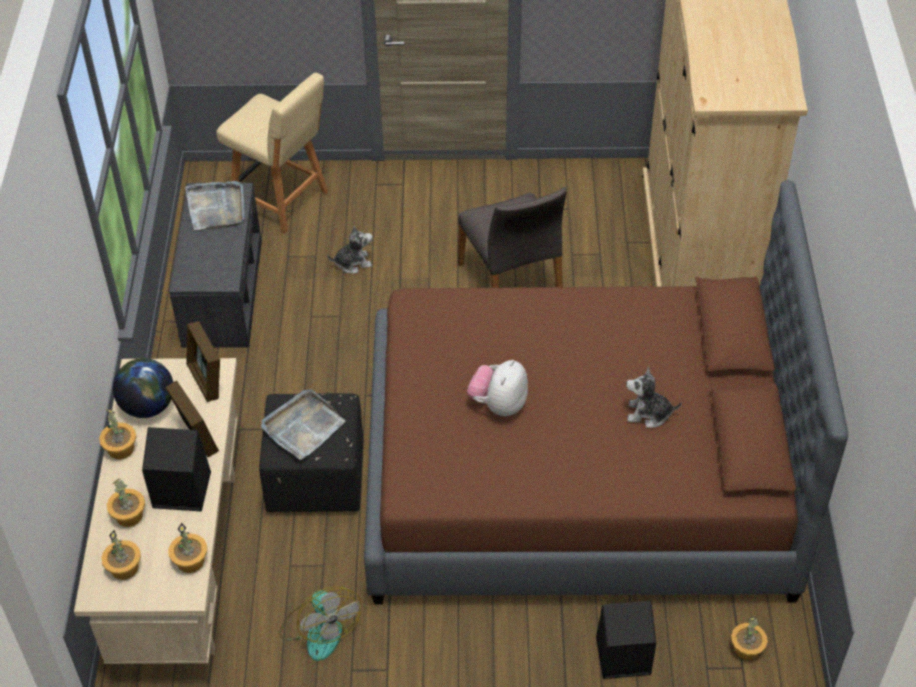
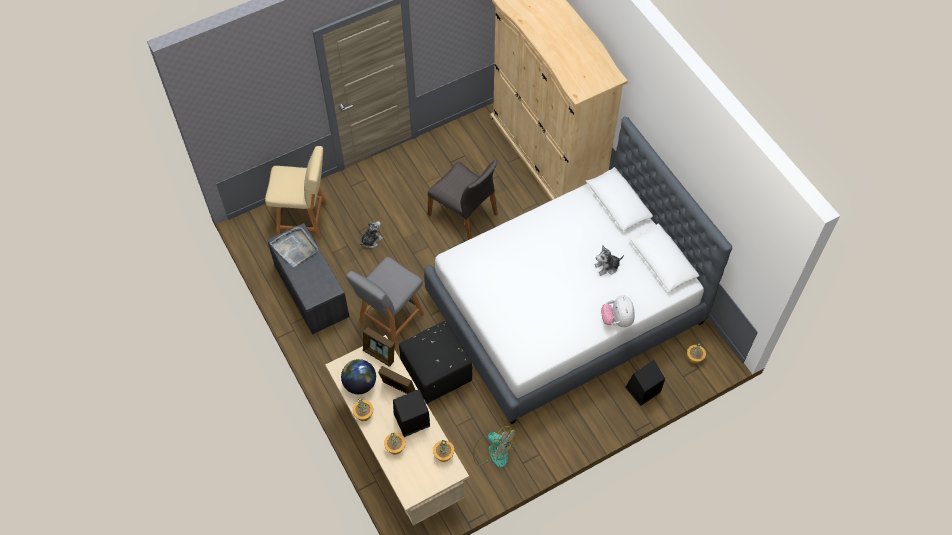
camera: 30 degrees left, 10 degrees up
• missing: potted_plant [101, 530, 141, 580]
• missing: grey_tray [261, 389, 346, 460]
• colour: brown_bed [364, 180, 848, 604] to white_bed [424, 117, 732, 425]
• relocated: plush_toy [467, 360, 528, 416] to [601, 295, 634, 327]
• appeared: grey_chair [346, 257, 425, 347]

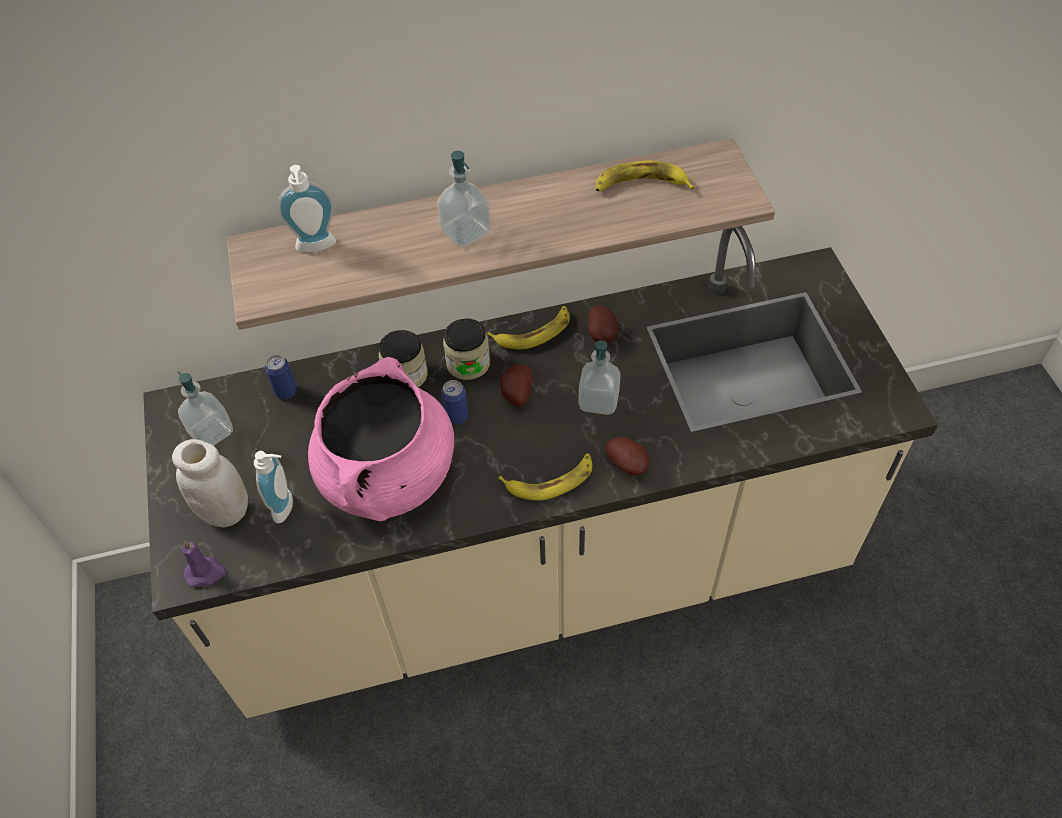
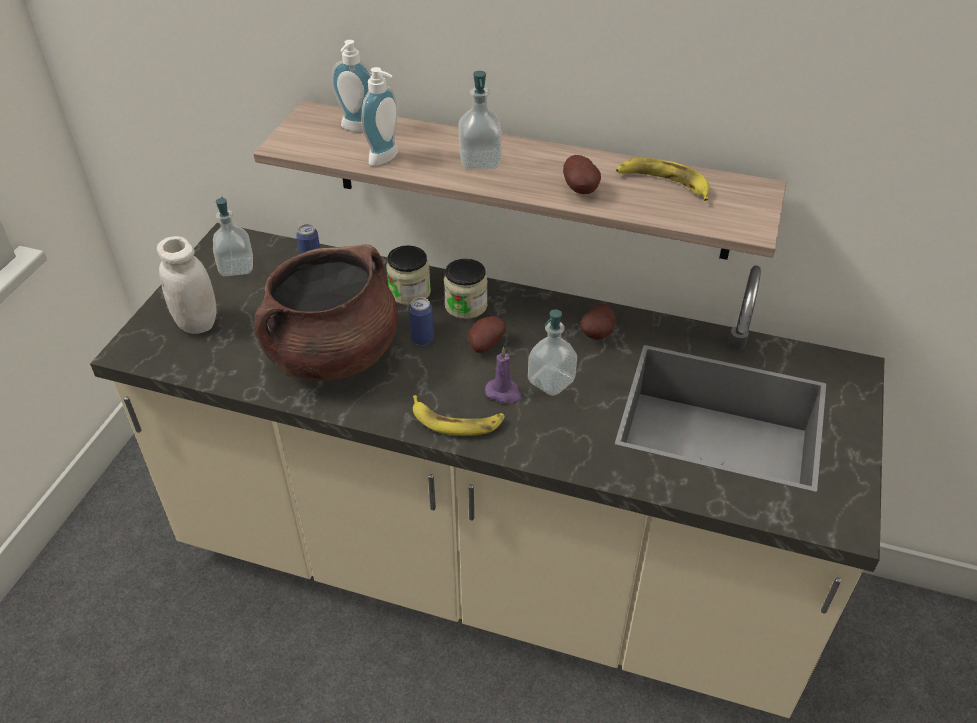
camera: 30 degrees right, 10 degrees down
• relocated: purple_candle [181, 540, 227, 587] to [485, 347, 522, 403]
• relocated: soap_dispenser [254, 451, 293, 524] to [361, 67, 398, 166]
• colour: pink_cooking_pot [308, 357, 454, 521] to brown_cooking_pot [255, 244, 398, 381]
• missing: banana [487, 306, 570, 349]
• relocated: potato [605, 437, 650, 476] to [563, 155, 601, 194]

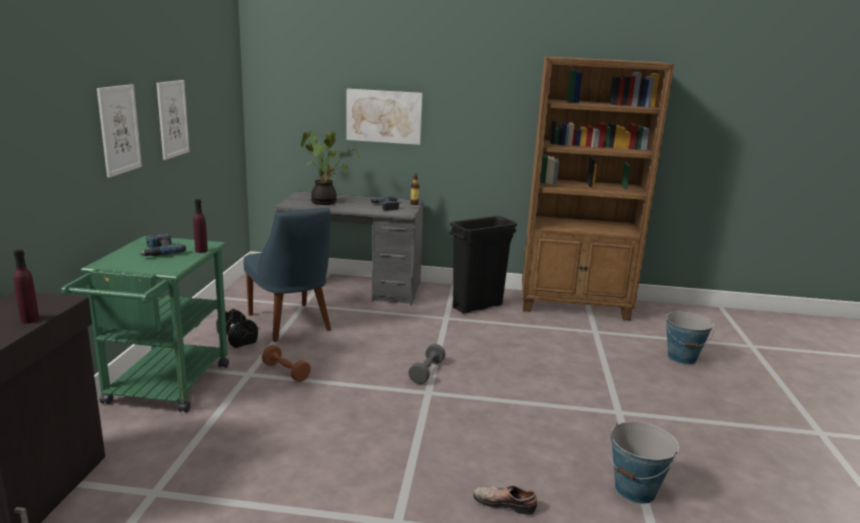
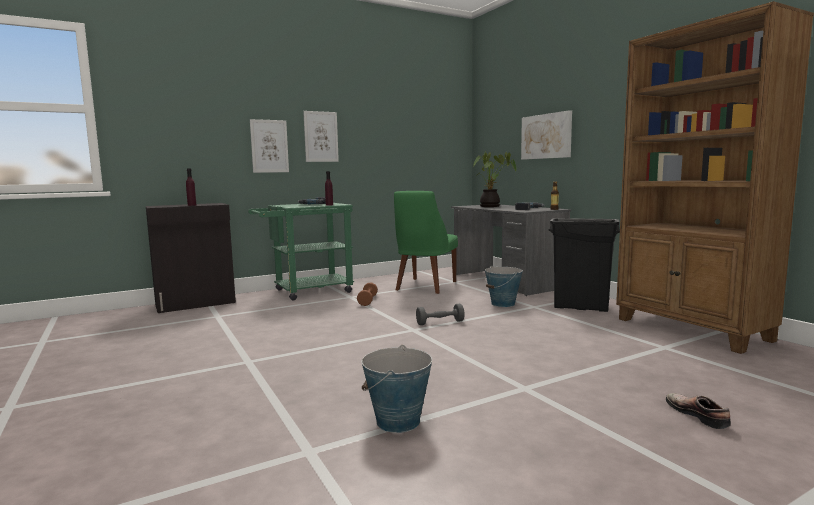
camera: 55 degrees right, 10 degrees down
• relocated: picture [156, 80, 190, 160] to [250, 119, 289, 173]
• missing: black_dumbbell [216, 309, 258, 348]
• colour: blue_chair [244, 208, 331, 342] to green_chair [394, 191, 458, 294]
• relocated: shoe [473, 486, 537, 515] to [666, 393, 731, 429]
• relocated: bucket [666, 311, 714, 365] to [484, 266, 523, 307]

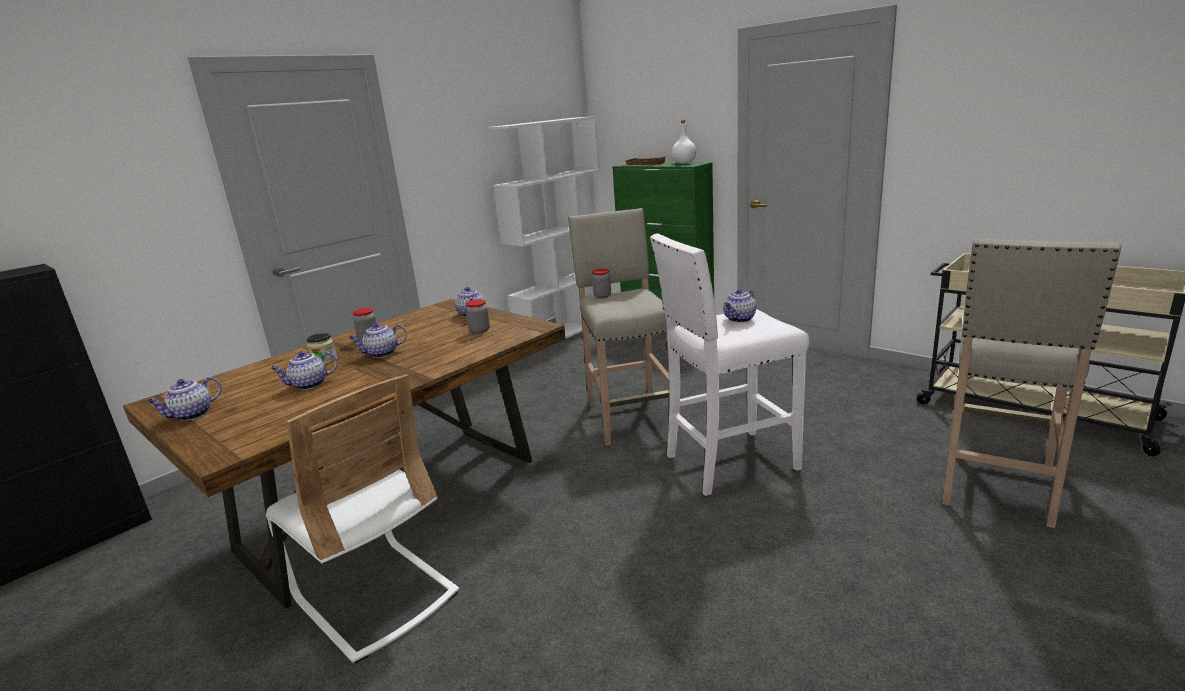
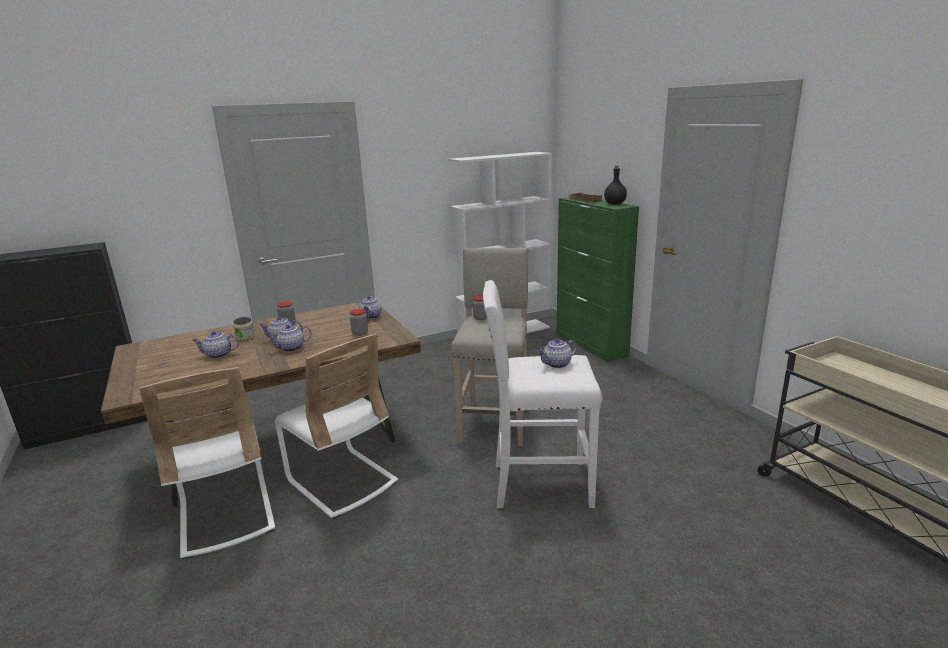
camera: 20 degrees right, 0 degrees up
• relocated: teapot [147, 377, 222, 421] to [267, 324, 312, 352]
• colour: white_bottle [672, 120, 696, 164] to black_bottle [604, 165, 627, 205]
• missing: beige_stool [942, 238, 1122, 528]
• appeared: white_chair [275, 334, 398, 519]

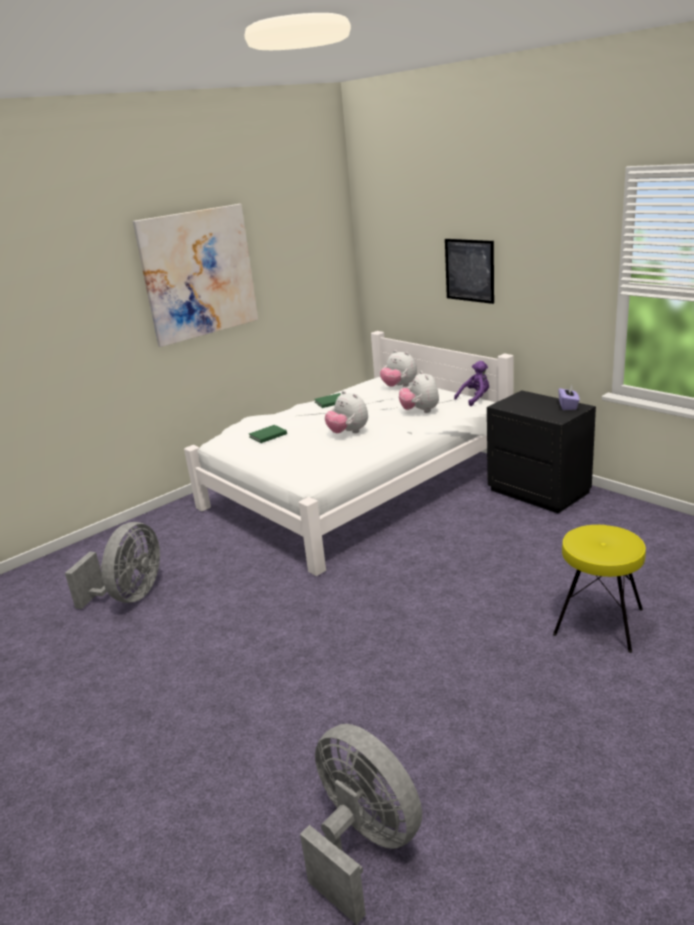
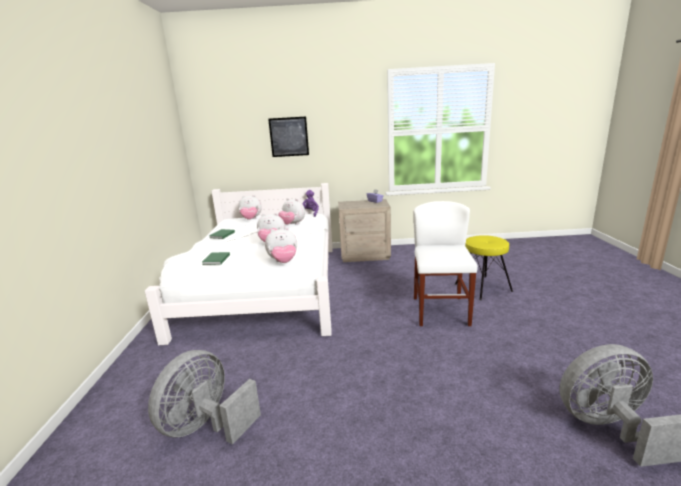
camera: 50 degrees left, 5 degrees down
• spun: grey_fan [65, 522, 160, 609] = [148, 350, 261, 445] 120 degrees counterclockwise
• missing: picture [133, 204, 258, 347]
• colour: black_nightstand [487, 390, 596, 514] to beige_nightstand [338, 199, 391, 262]
• appeared: plush_toy [265, 227, 297, 263]
• appeared: white_chair [413, 201, 478, 326]

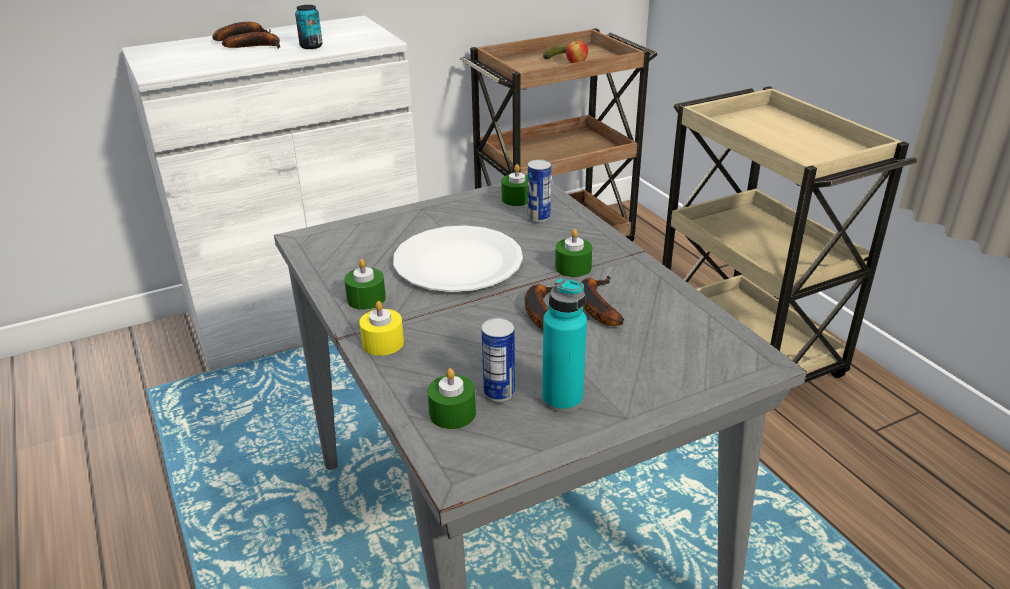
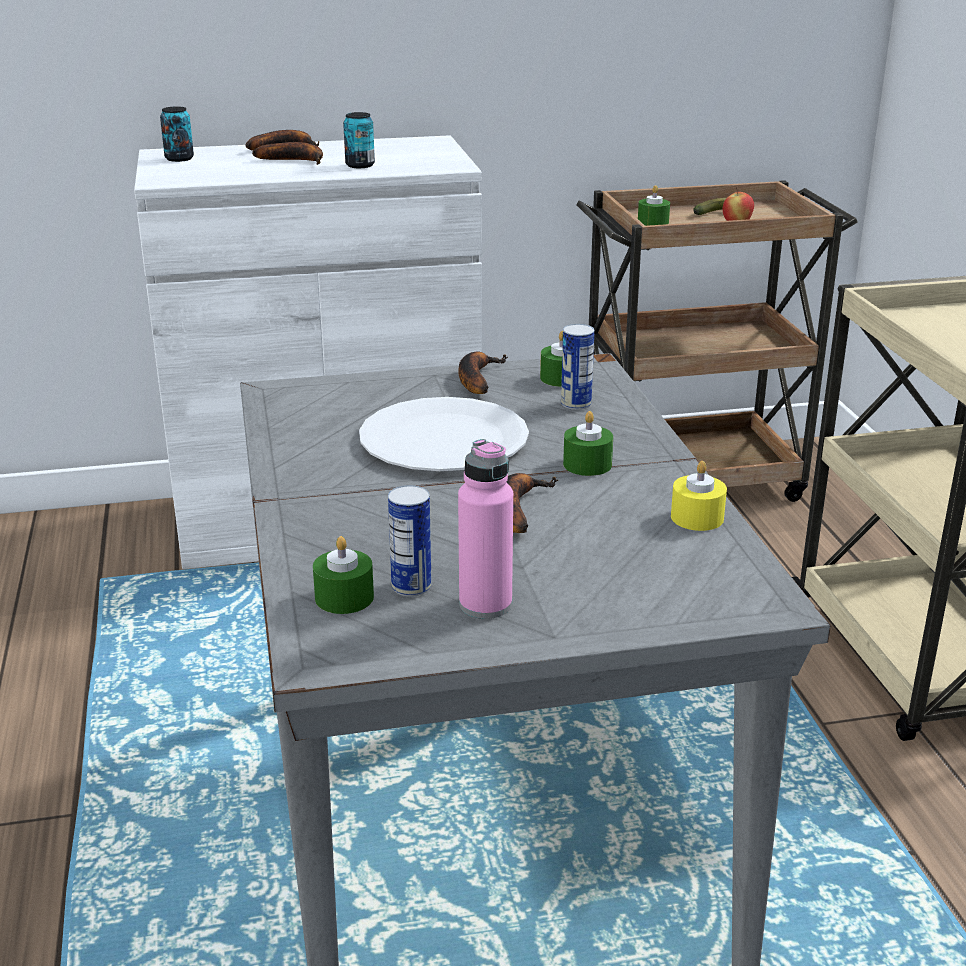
camera: 15 degrees right, 5 degrees down
• relocated: green_candle [344, 259, 386, 310] to [638, 185, 670, 226]
• relocated: yellow_candle [359, 301, 404, 356] to [671, 461, 727, 531]
• colour: turquoise_bottle [542, 278, 587, 413] to pink_bottle [458, 439, 513, 619]
• relocated: banana [581, 276, 624, 326] to [458, 352, 508, 394]
• appeared: can [160, 106, 194, 162]

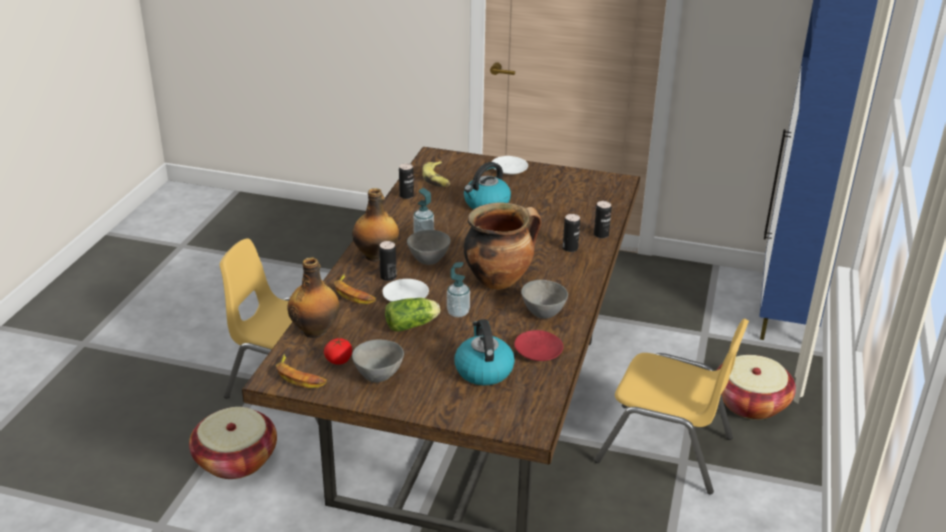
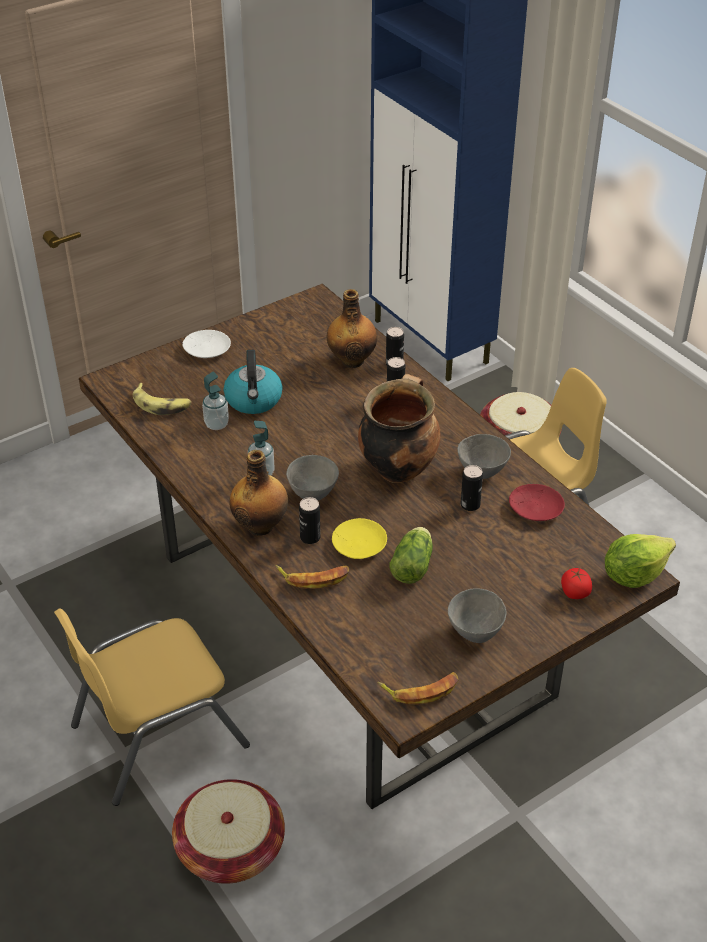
camera: 50 degrees left, 10 degrees up
• relocated: bottle [287, 257, 340, 338] to [327, 289, 377, 368]
• relocated: tomato [324, 338, 352, 365] to [561, 568, 592, 599]
• colour: white_plate [382, 279, 429, 301] to yellow_plate [332, 518, 387, 559]
• relocated: can [399, 163, 414, 199] to [460, 465, 483, 511]
• relocated: soap_dispenser [447, 262, 470, 318] to [202, 372, 229, 430]
• missing: kettle [454, 319, 515, 385]
• appeared: lettuce [605, 534, 676, 588]

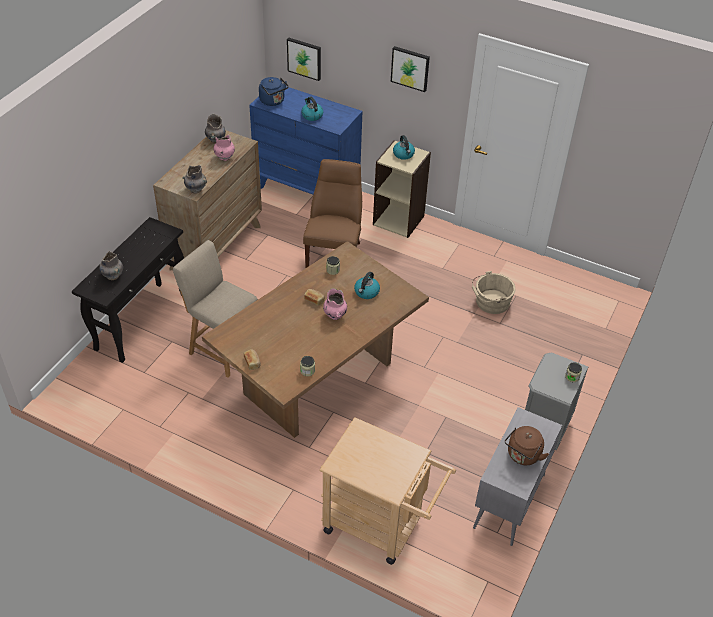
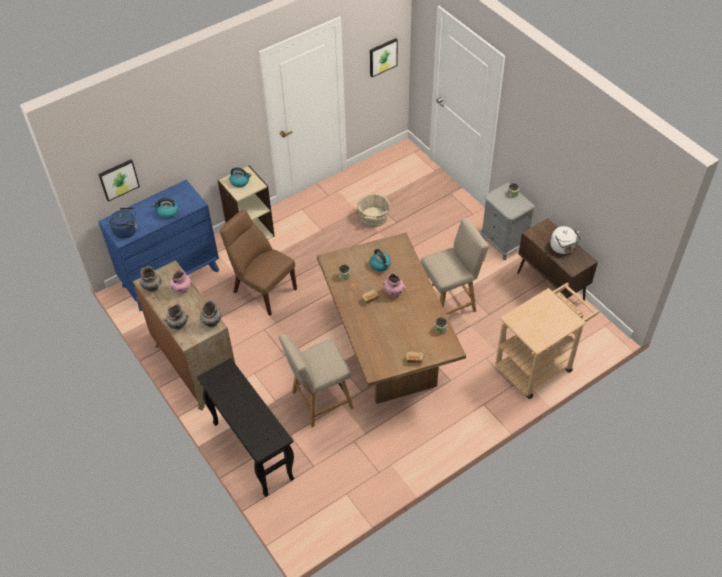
camera: 60 degrees left, 5 degrees up
• relocated: grey_vase [99, 251, 123, 280] to [164, 304, 189, 330]
• relocated: picture [391, 46, 430, 92] to [370, 38, 398, 77]
• colour: grey_cabinet [473, 407, 562, 546] to brown_cabinet [517, 218, 598, 301]
• colour: brown_kettle [505, 426, 549, 465] to white_kettle [550, 226, 581, 254]
• appeared: beige_chair [421, 217, 489, 315]

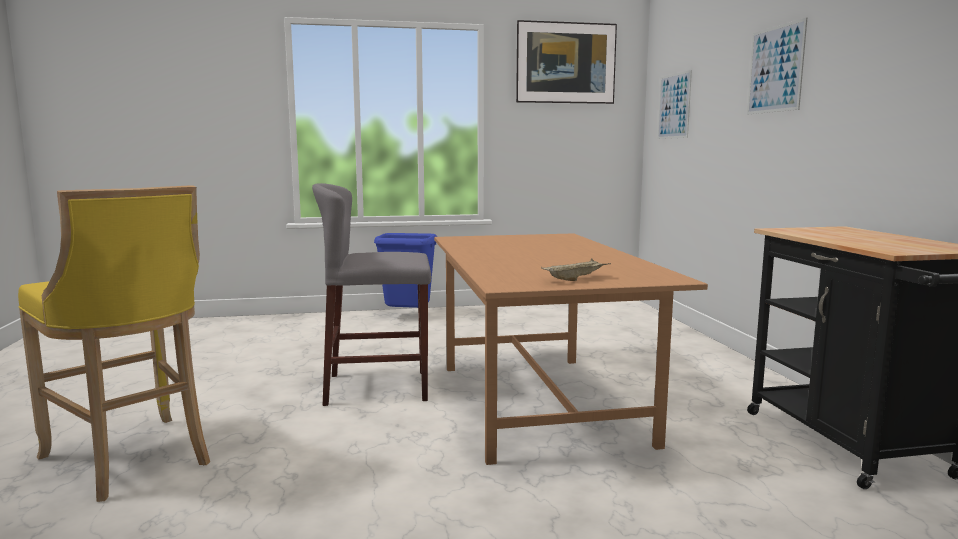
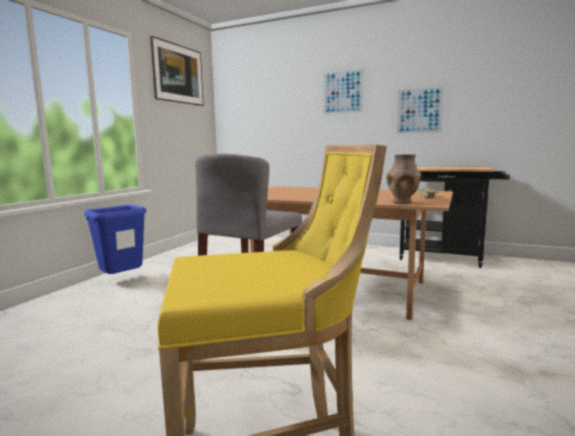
camera: 55 degrees left, 0 degrees up
• relocated: picture [658, 70, 692, 139] to [396, 85, 445, 135]
• appeared: brown_vase [386, 154, 421, 204]

